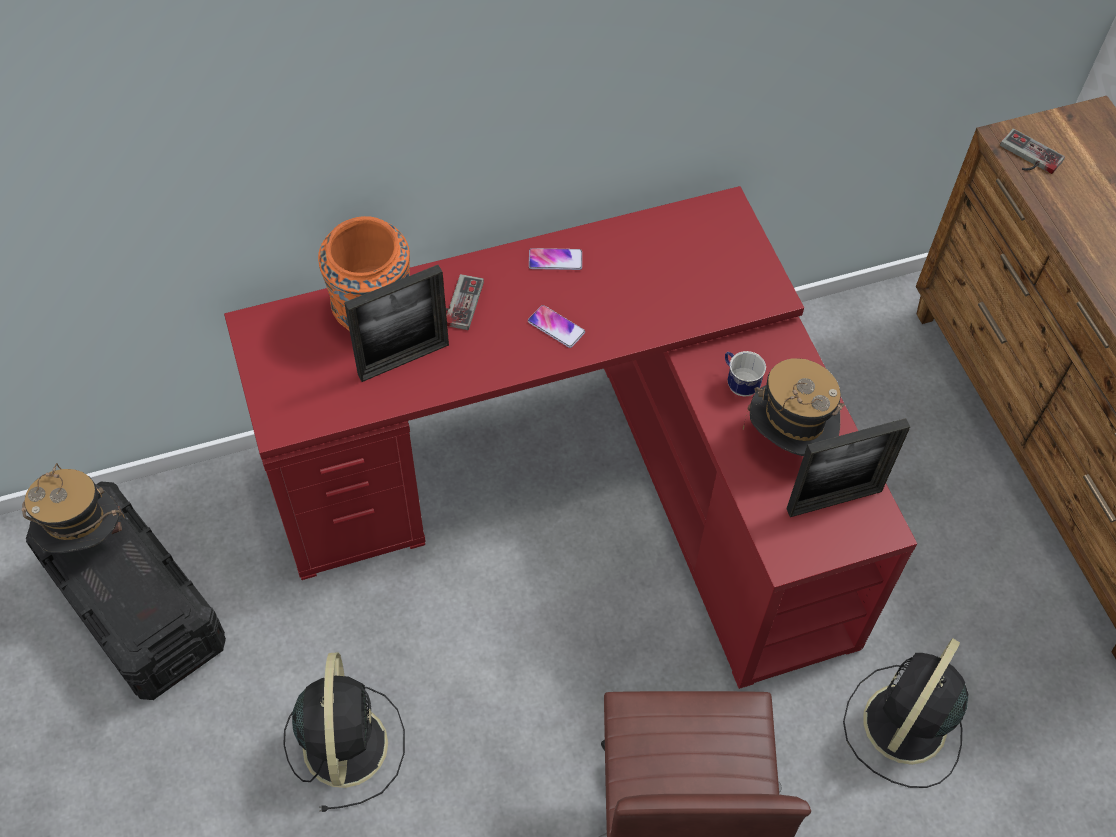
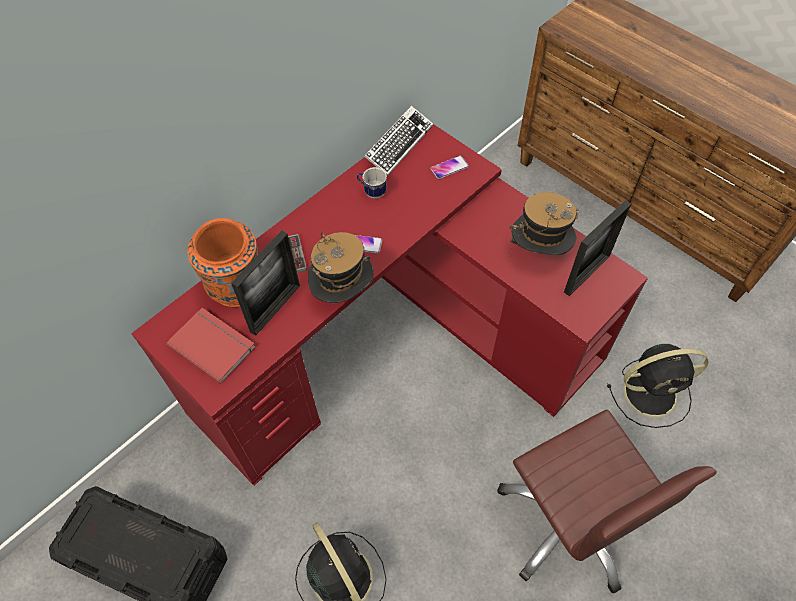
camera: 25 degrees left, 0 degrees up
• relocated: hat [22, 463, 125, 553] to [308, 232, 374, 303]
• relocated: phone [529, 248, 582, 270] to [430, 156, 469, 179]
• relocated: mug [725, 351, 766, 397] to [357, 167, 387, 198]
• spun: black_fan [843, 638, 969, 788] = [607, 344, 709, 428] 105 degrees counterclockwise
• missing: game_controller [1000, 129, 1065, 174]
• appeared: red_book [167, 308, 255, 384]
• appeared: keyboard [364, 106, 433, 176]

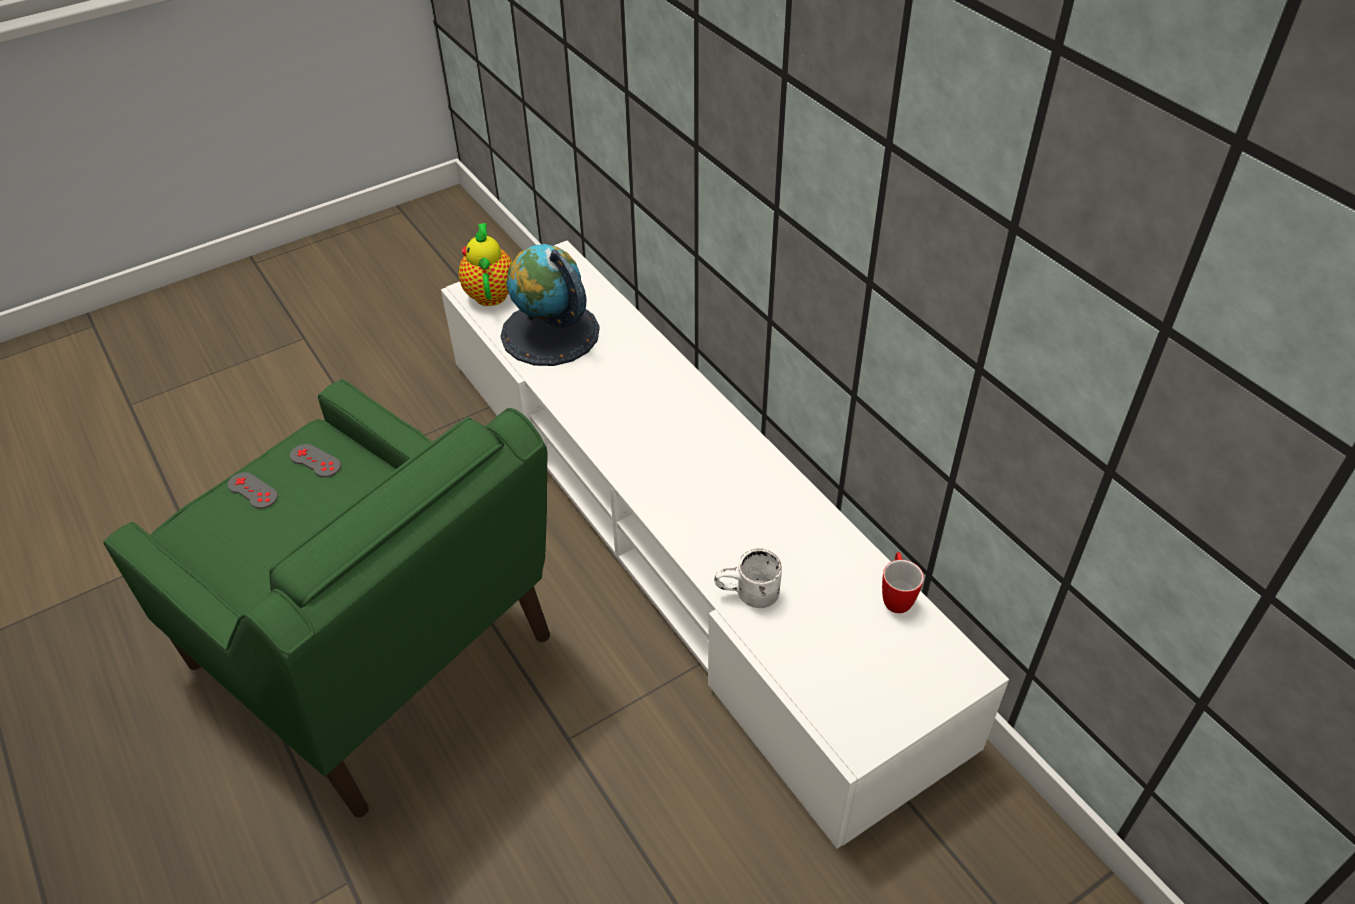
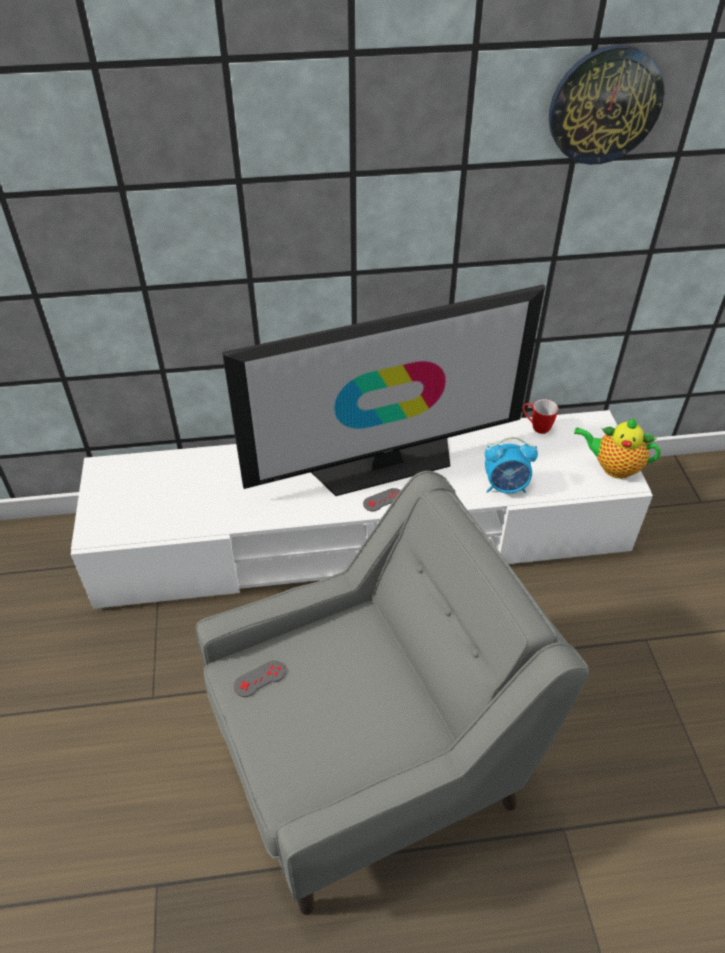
camera: 65 degrees left, 0 degrees up
• colour: green_armchair [103, 379, 550, 818] to grey_armchair [195, 471, 589, 915]
• relocated: grey_game_controller [228, 472, 278, 509] to [363, 488, 401, 511]
• relocated: teapot [458, 223, 512, 306] to [574, 417, 661, 479]
• missing: globe [500, 244, 600, 366]
• exchanged: white_mug [714, 549, 782, 608] to alarm_clock [485, 437, 538, 493]
• appeared: television [222, 284, 545, 496]
• appeared: wall_clock [549, 45, 664, 165]

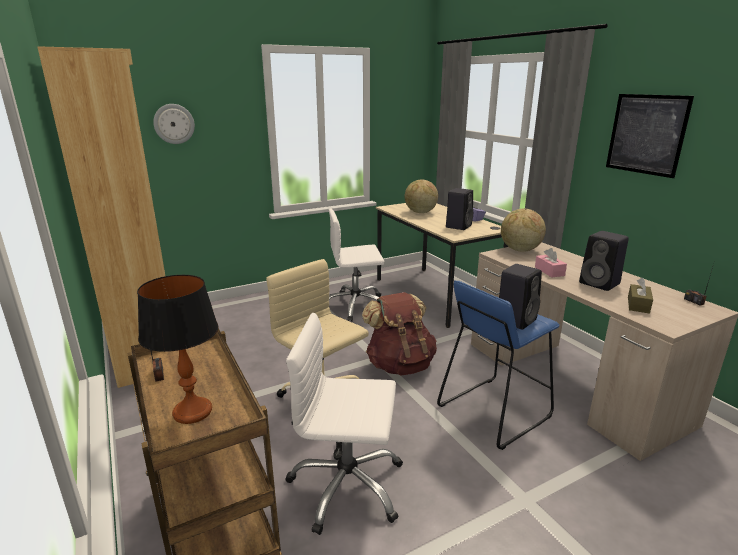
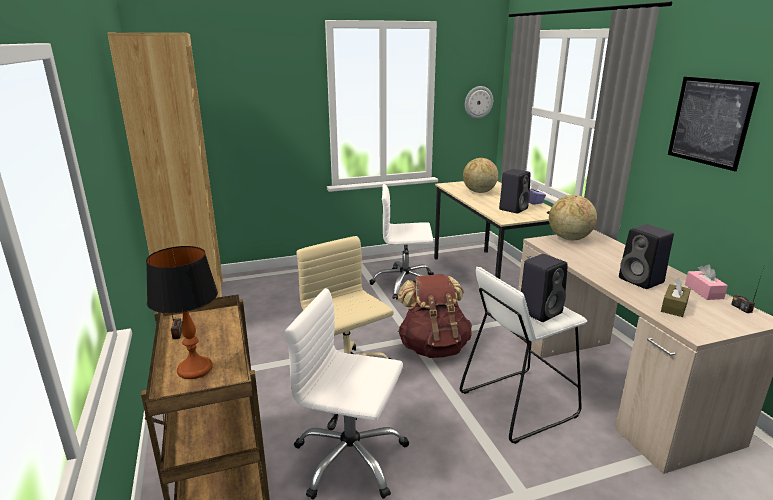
camera: 10 degrees right, 0 degrees up
• relocated: wall_clock [153, 104, 195, 144] to [465, 86, 493, 119]
• colour: blue_stool [437, 280, 560, 450] to white_stool [460, 267, 587, 444]
• relocated: pink_tissue_box [535, 248, 567, 277] to [685, 264, 728, 300]

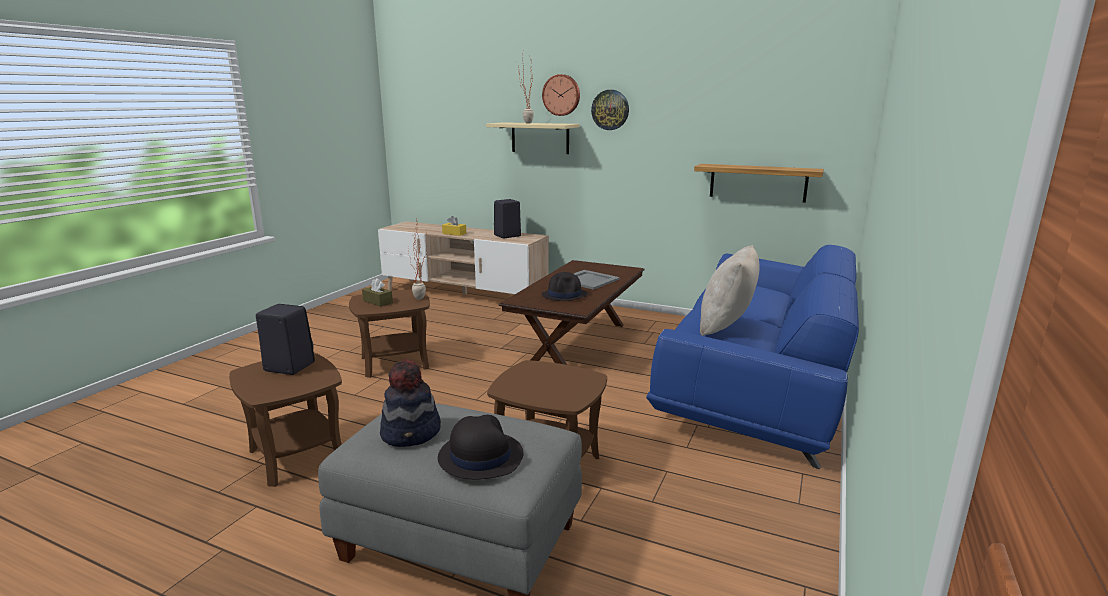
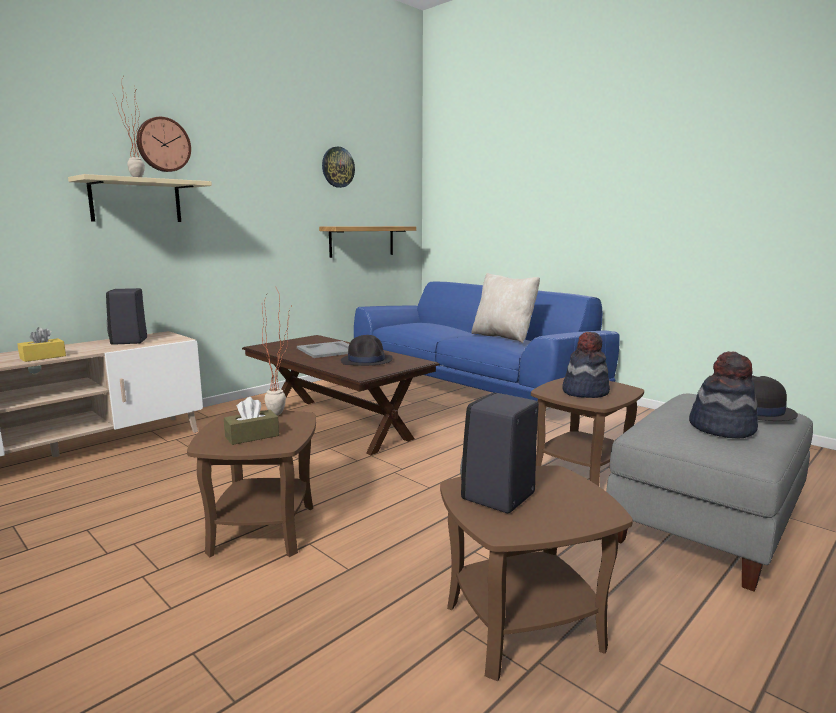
camera: 70 degrees left, 5 degrees down
• relocated: wall_clock [591, 90, 629, 130] to [322, 146, 355, 188]
• appeared: hat [562, 332, 610, 398]

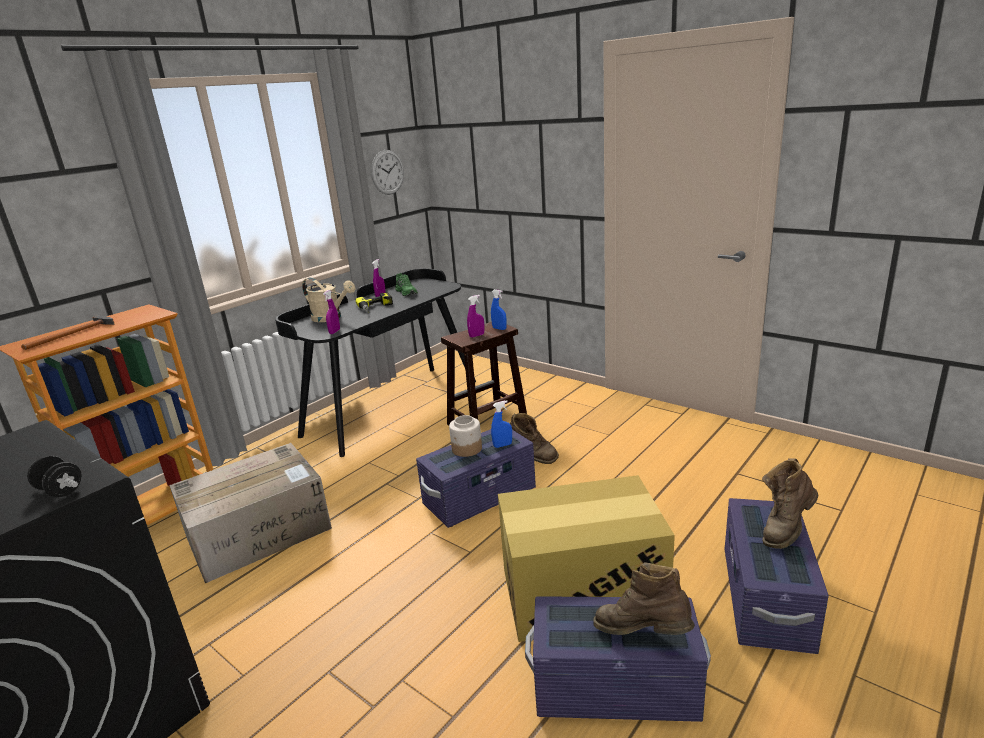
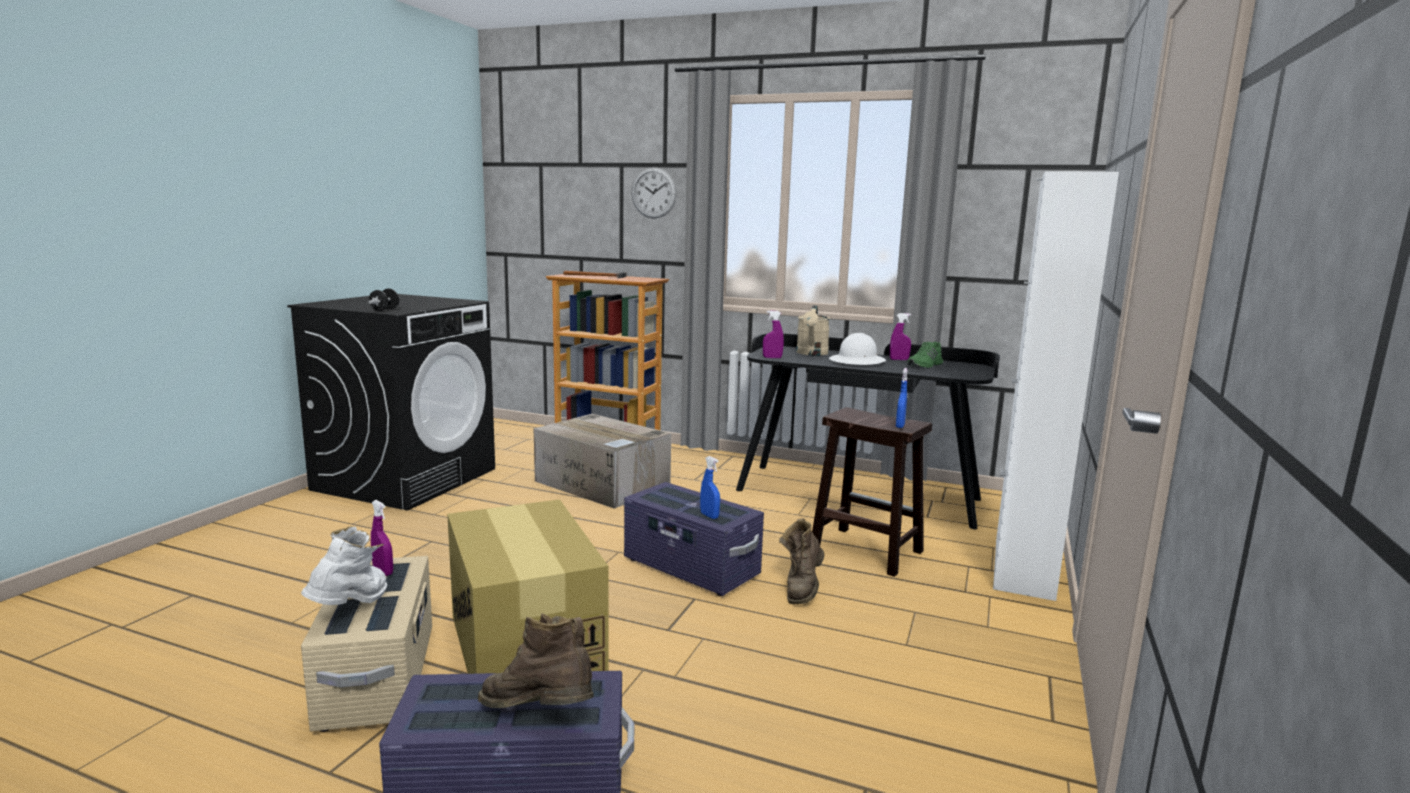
camera: 70 degrees right, 10 degrees down
• exchanged: power_drill [355, 293, 393, 313] to white_hard_hat [829, 333, 886, 365]
• relocated: wall_clock [371, 150, 404, 195] to [631, 167, 677, 219]
• missing: jar [449, 415, 482, 457]
• relocated: purple_spray_bottle [467, 295, 484, 338] to [371, 500, 393, 576]
• colour: purple_storage_box [525, 596, 711, 722] to beige_storage_box [301, 556, 432, 732]
• colour: brown_boot [594, 562, 695, 635] to white_boot [301, 526, 387, 605]
• appeared: white_cabinet [993, 171, 1119, 601]

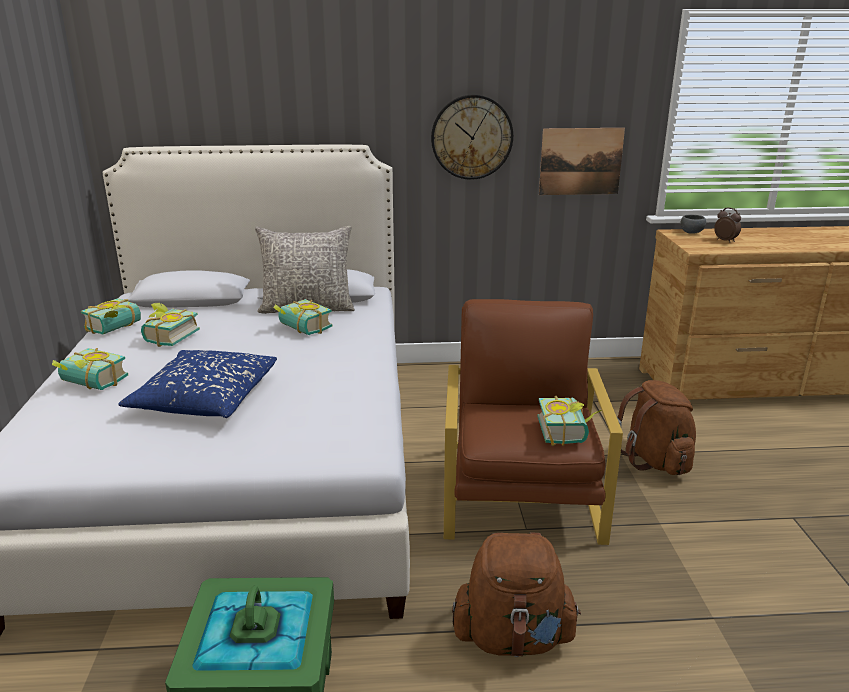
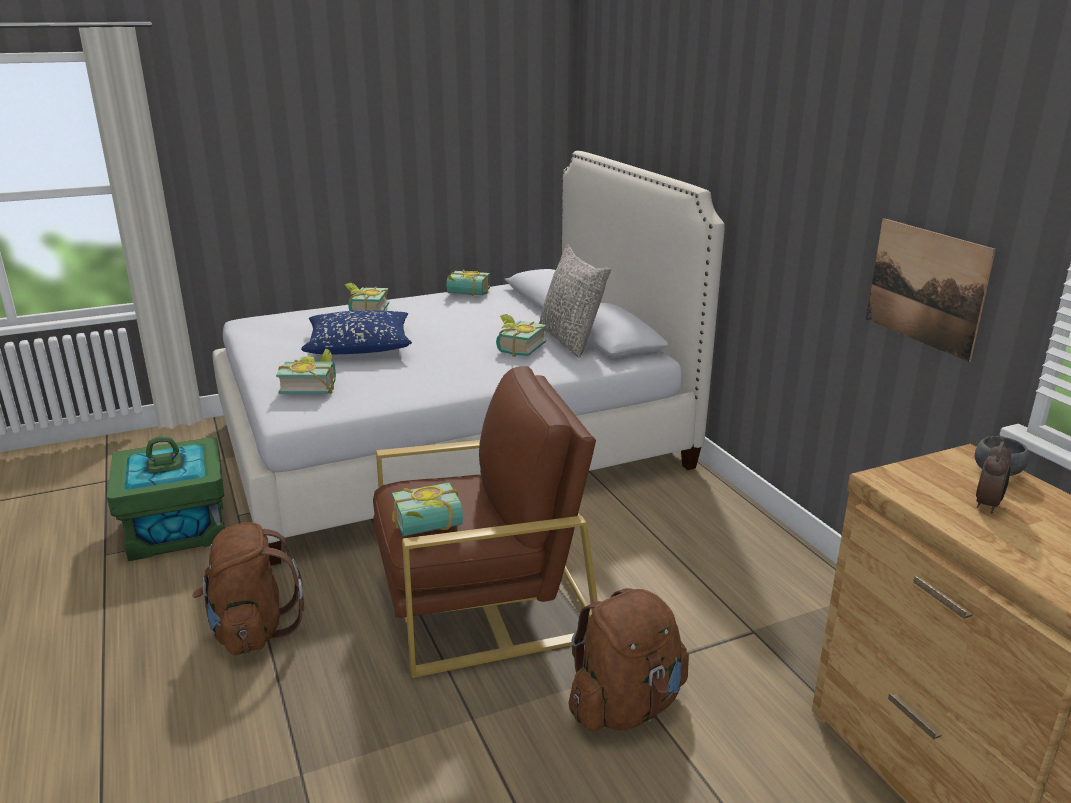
camera: 70 degrees right, 0 degrees up
• relocated: book [141, 303, 200, 347] to [276, 349, 336, 394]
• missing: wall_clock [431, 95, 513, 180]

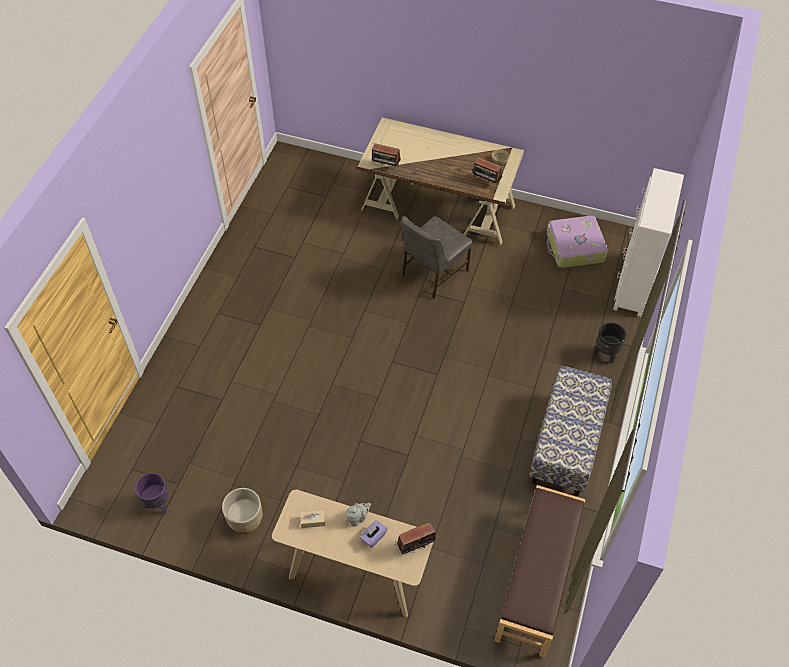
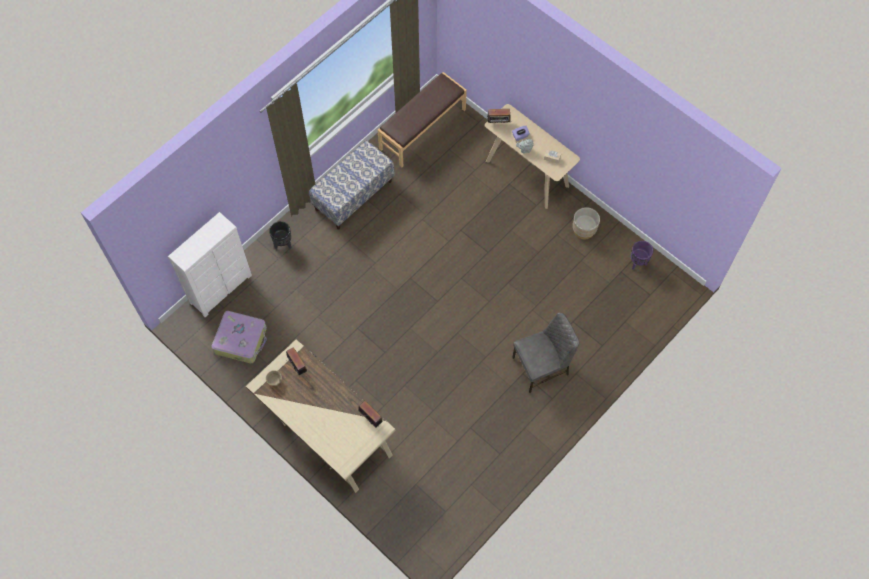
camera: 155 degrees left, 10 degrees up
• relocated: grey_chair [401, 216, 473, 299] to [512, 313, 579, 393]

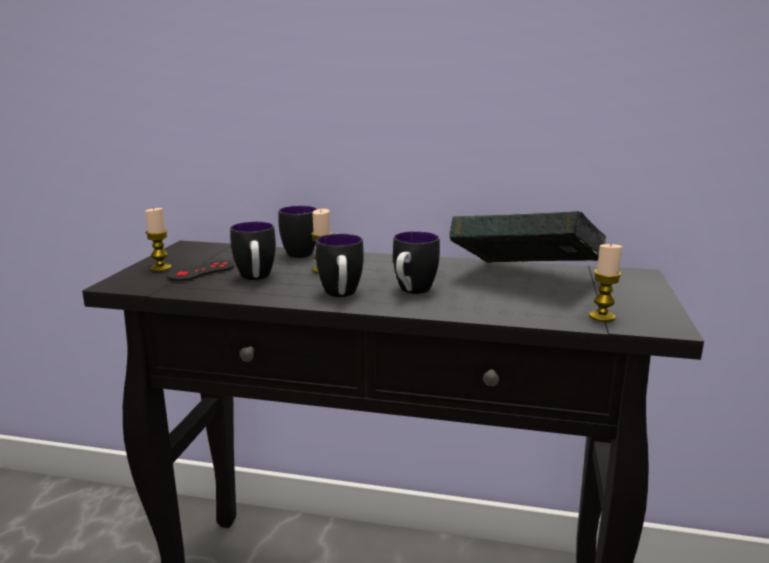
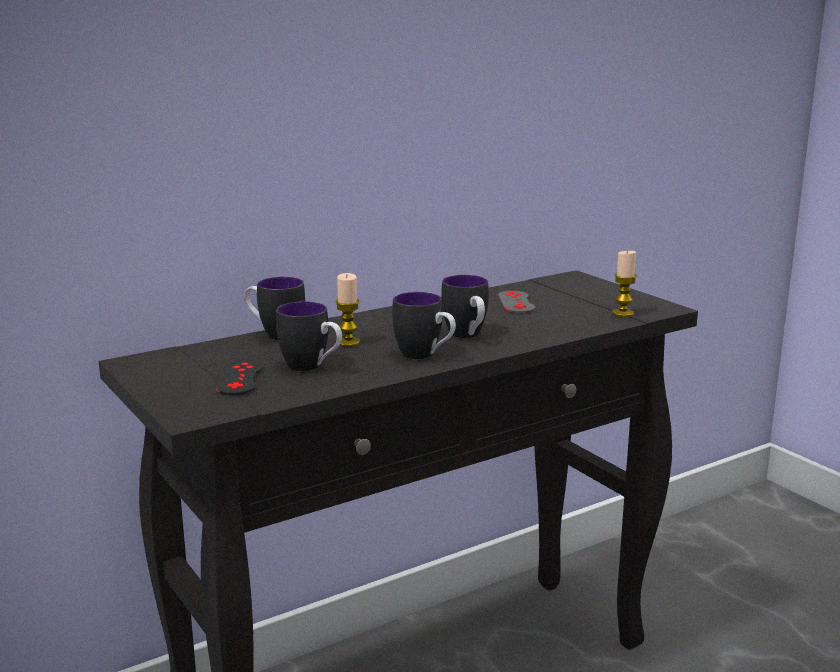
camera: 45 degrees left, 0 degrees up
• missing: candle [145, 207, 172, 272]
• exchanged: book [449, 211, 606, 263] to grey_game_controller [498, 290, 535, 313]

